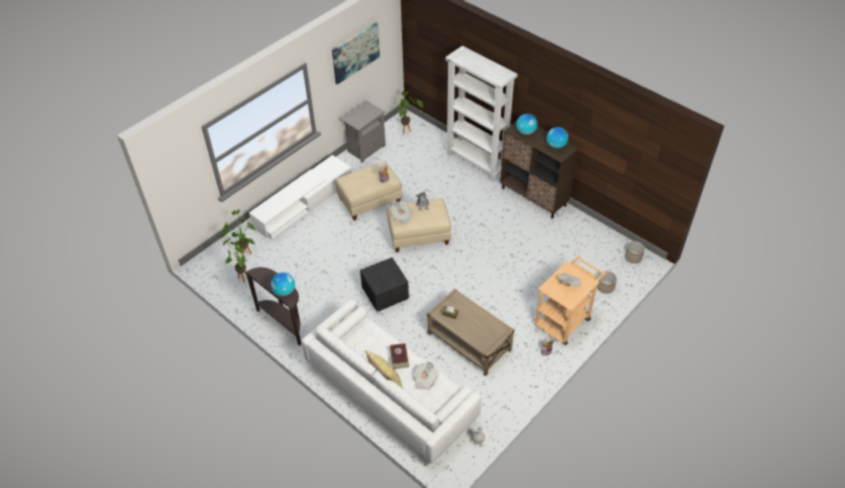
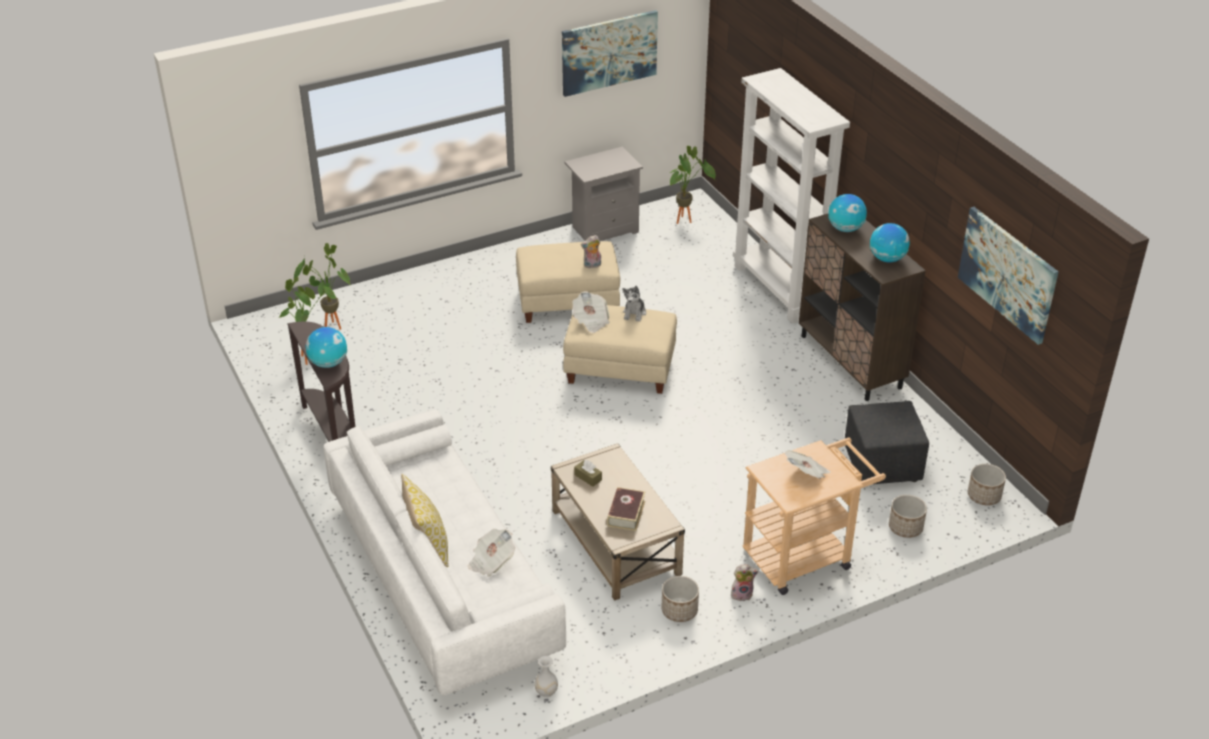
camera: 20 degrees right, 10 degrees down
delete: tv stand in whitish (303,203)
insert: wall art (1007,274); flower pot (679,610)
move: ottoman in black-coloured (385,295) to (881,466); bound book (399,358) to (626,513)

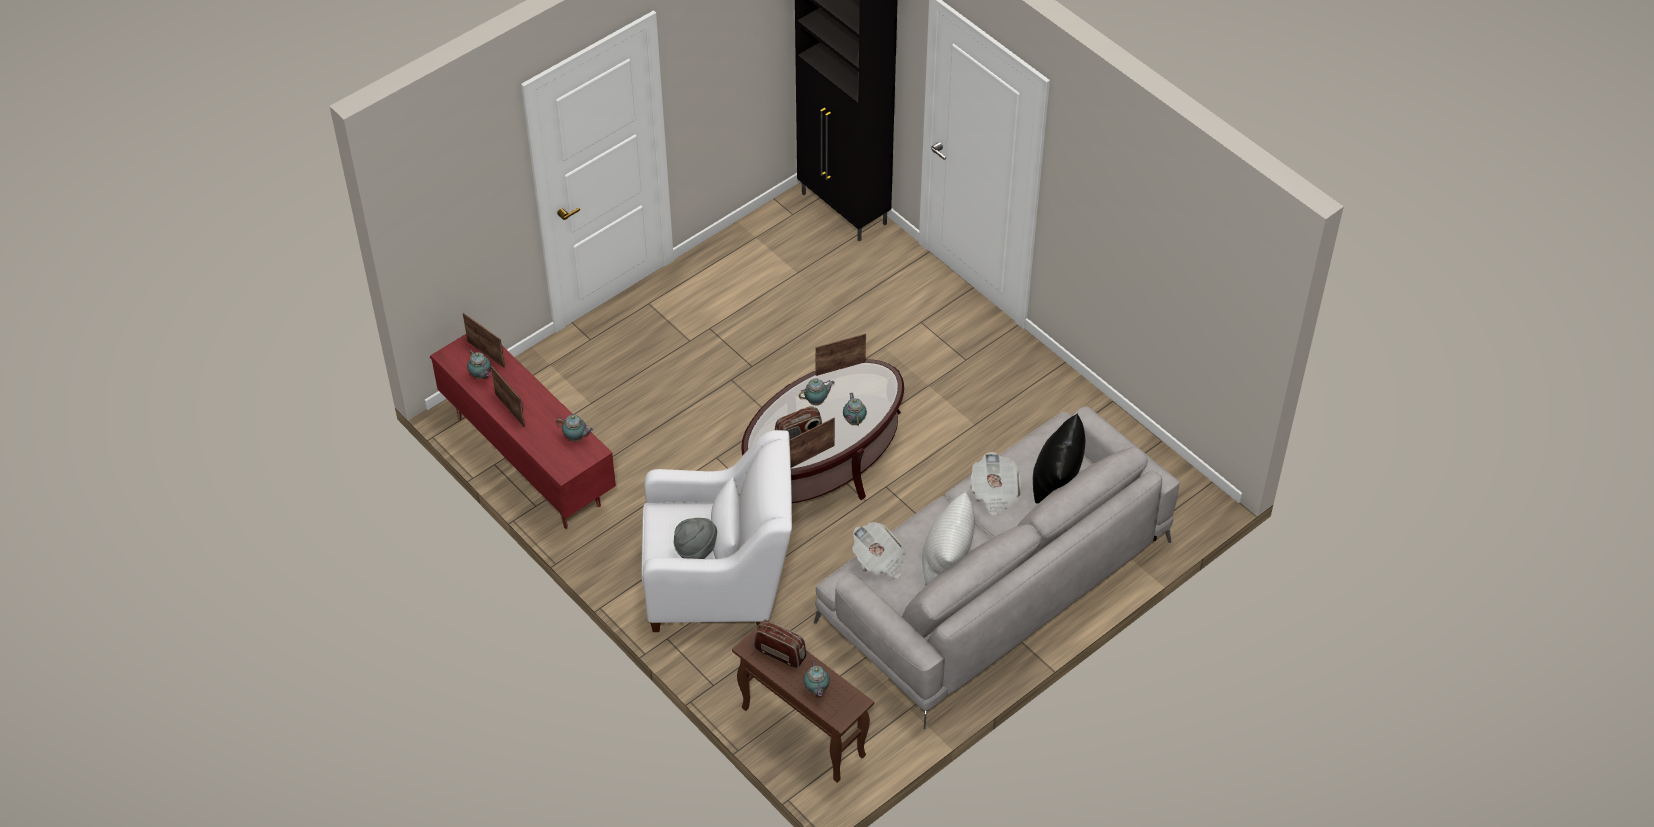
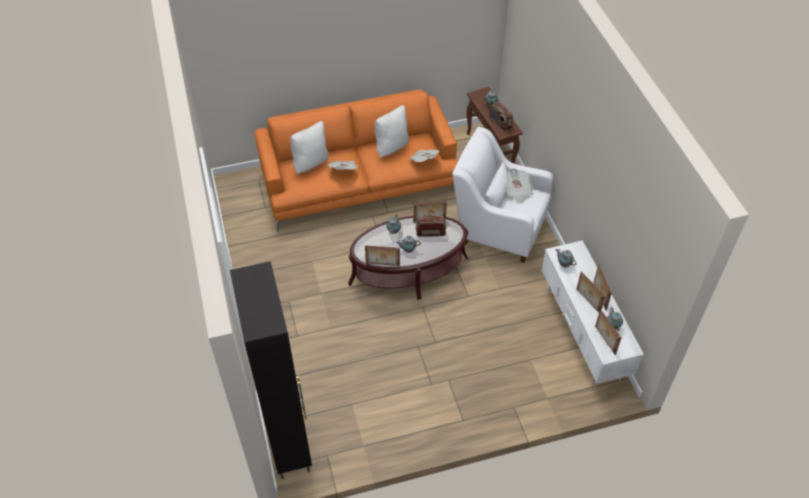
camera: 155 degrees left, 0 degrees up
insert: photo frame (587,301)
replace: clothing hat in greyish (696,549) to daily paper (517,192)
recolor: tv stand in red-coloured (529,462) to tv stand in whitish (582,334); sofa in greyish (995,583) to sofa in orange-coloured (359,180); cushion in black-coloured (1057,486) to cushion in whitish (310,163)

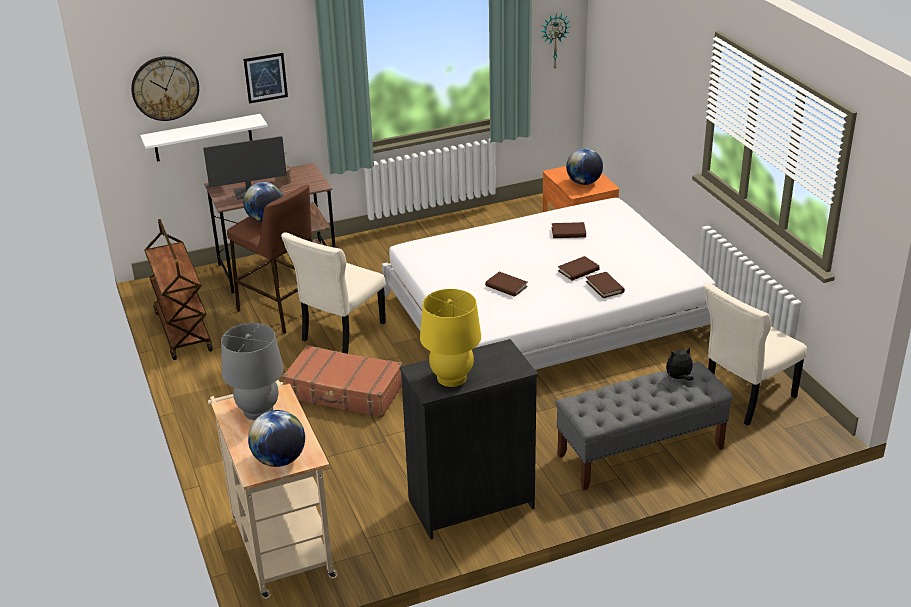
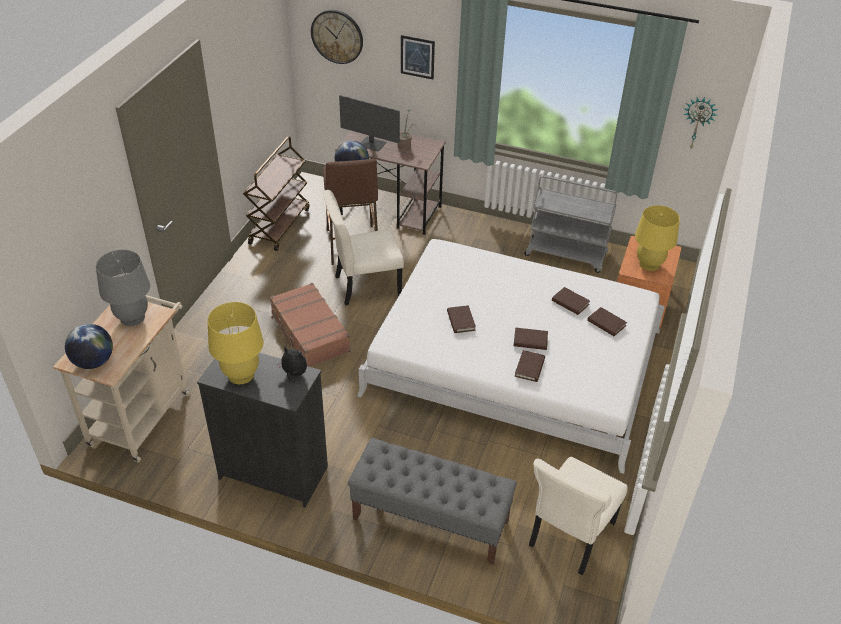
camera: 40 degrees right, 10 degrees up
delete: wall shelf in whitish (203,138)
insert: cart in greyish (566,255); bound book in brown-coloured (606,323)
move: plush toy (679,378) to (294,374)
replace: world globe (584,182) to tabletop lamp in yellow (649,264)
rotate: plain chair in beige-coloured (745,398) = (569,536) 60 degrees counterclockwise

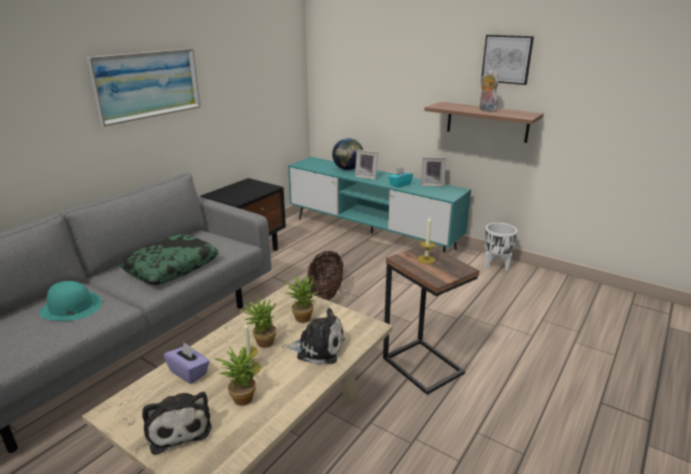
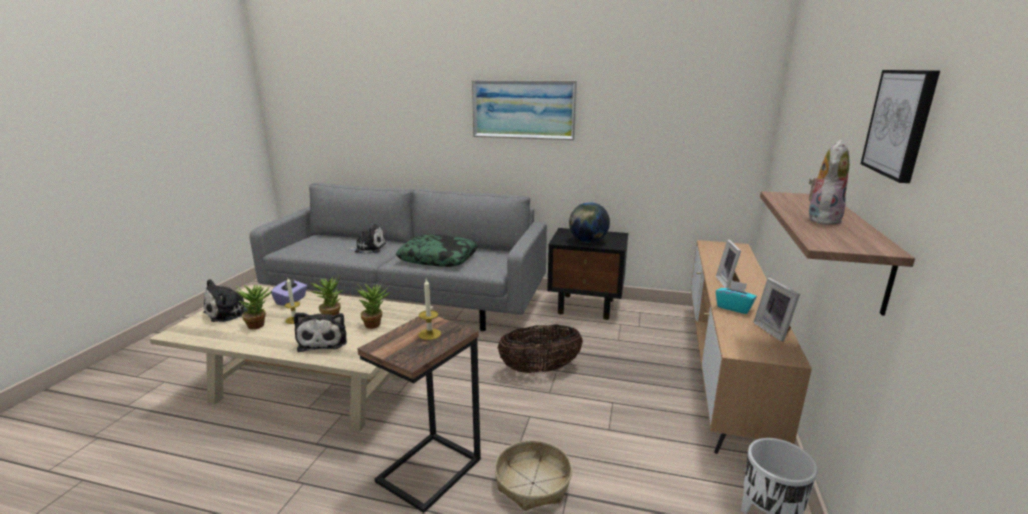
camera: 70 degrees right, 5 degrees down
insert: storage basket (533,483)
move: world globe (348,169) to (588,241)
replace: clothing hat in turquoise-coloured (71,307) to plush toy (368,248)
recolor: tv stand in turquoise-coloured (371,233) to tv stand in brown-coloured (724,369)

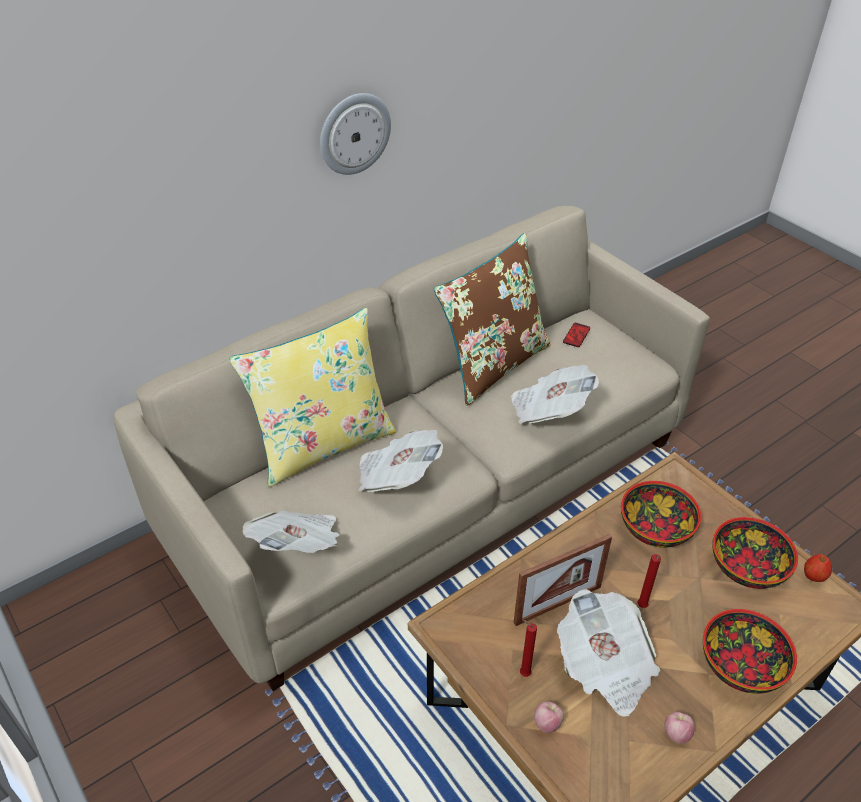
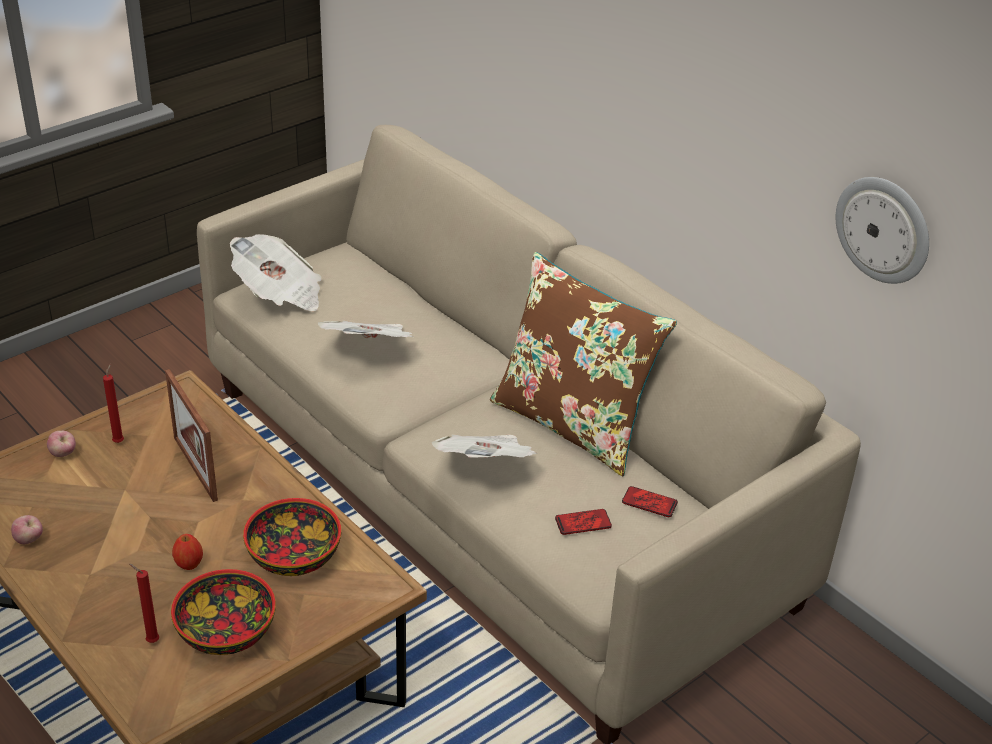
camera: 85 degrees right, 5 degrees down
delete: cushion in yellow (323,444); daily paper (605,666); deep dish (742,665)
insert: phone (583,523)
move: wall clock (354,133) to (884,229); wax candle in red-coloured (641,607) to (151,641); whole apple (813,576) to (189,563)

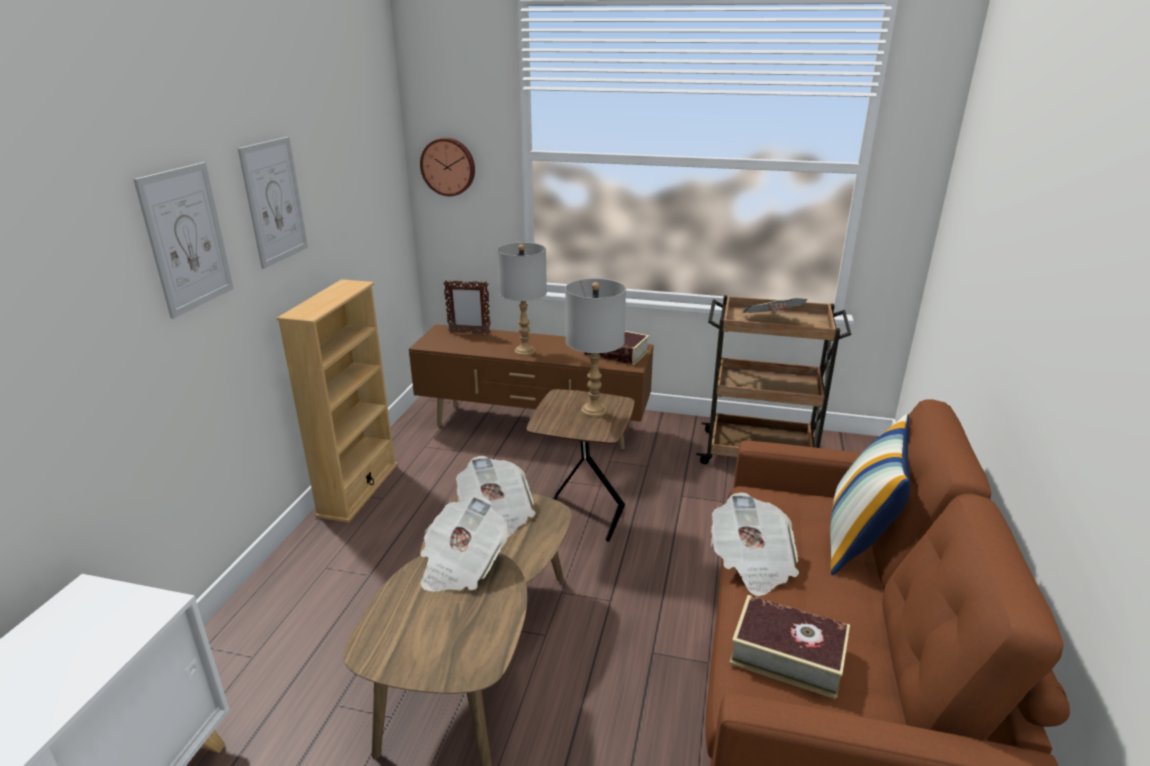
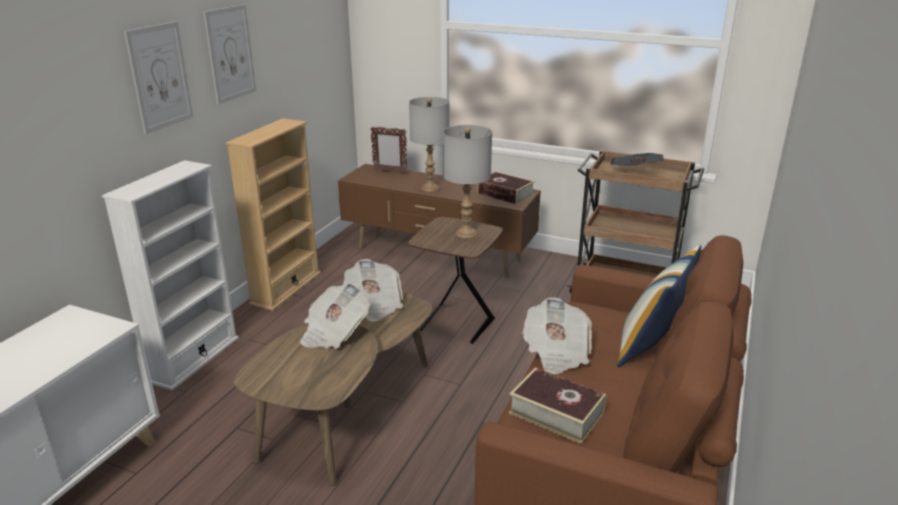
camera: 10 degrees right, 0 degrees up
delete: wall clock (448,166)
insert: bookcase in whitish (194,359)

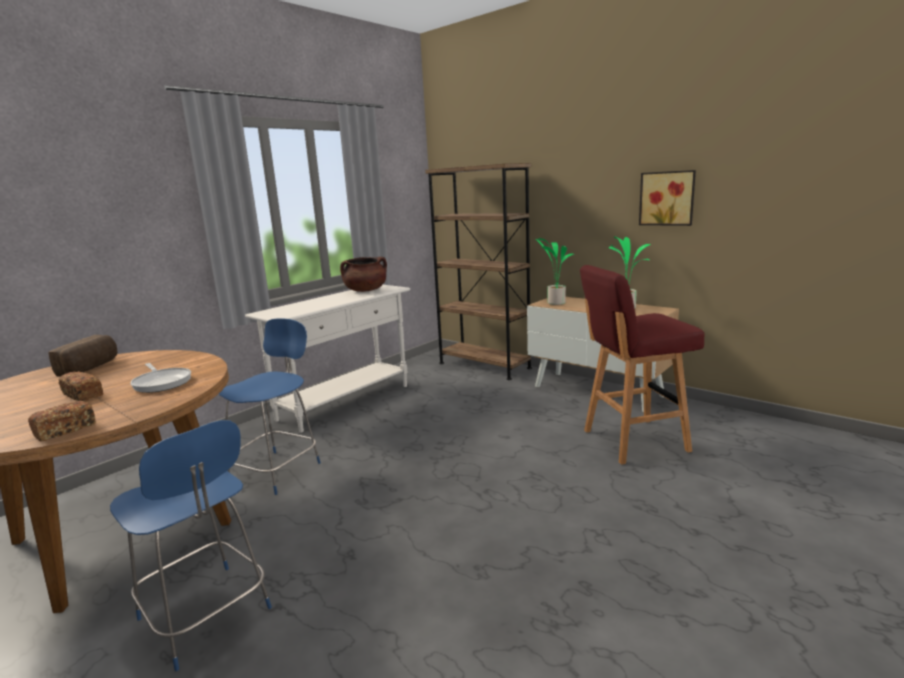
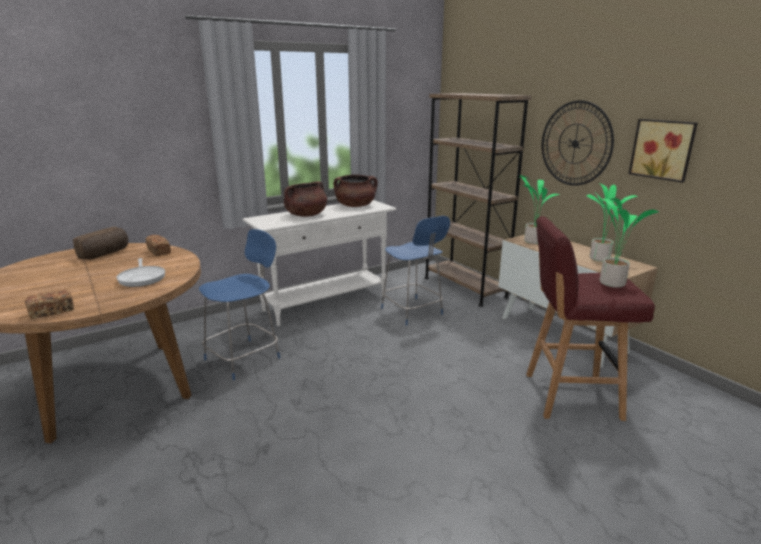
camera: 15 degrees right, 5 degrees up
insert: wall clock (575,143); cooking pot in brown-coloured (306,215); potted plant (610,283)
move: bread (83,395) to (159,251); plain chair in bluish (207,616) to (413,312)

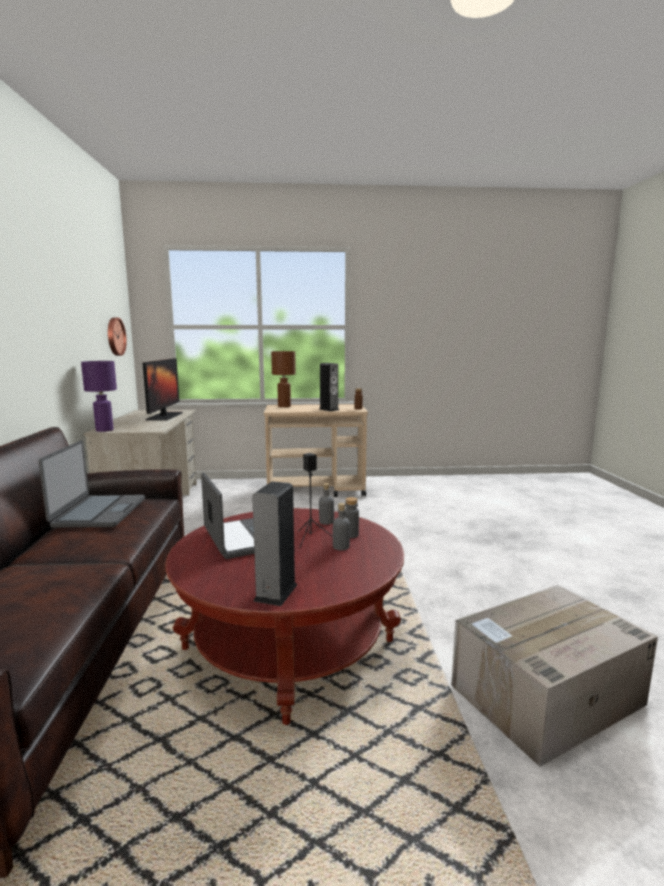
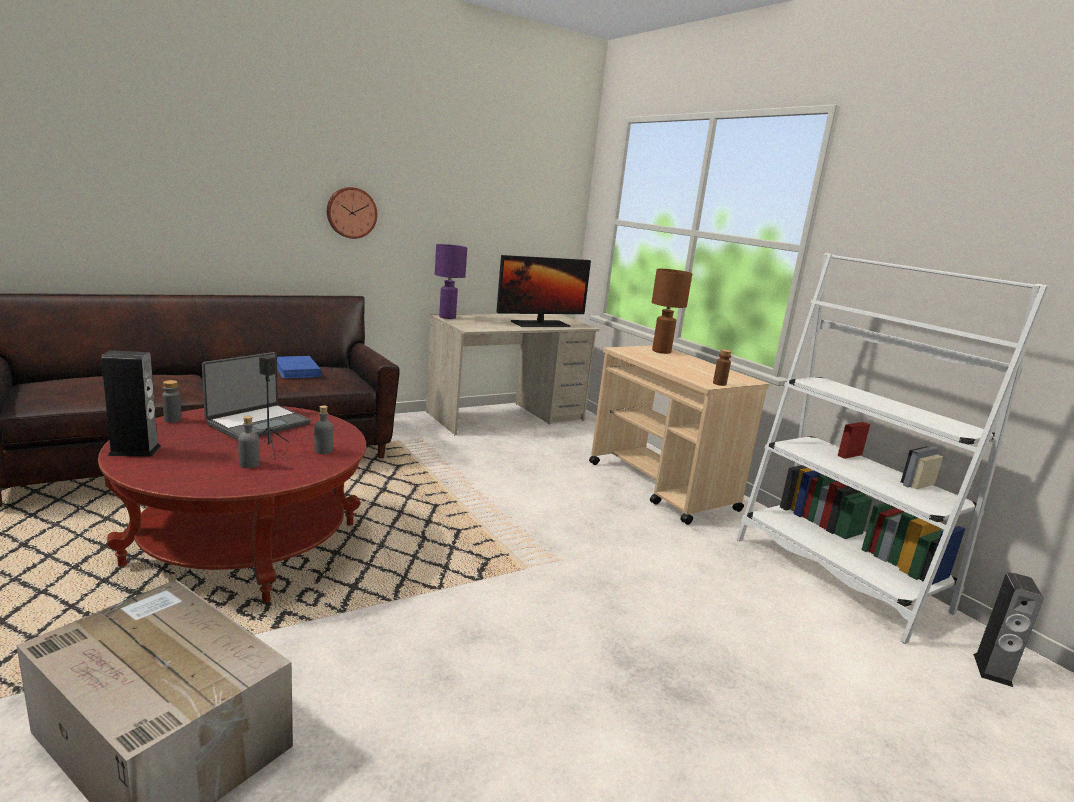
camera: 60 degrees right, 5 degrees up
insert: bookcase in whitish (838,574)
move: wall clock (115,336) to (351,212); loudspeaker (329,409) to (992,670); drink bottle in greyish (351,535) to (173,420)
replace: portable computer (99,512) to bound book in bluish (297,370)

